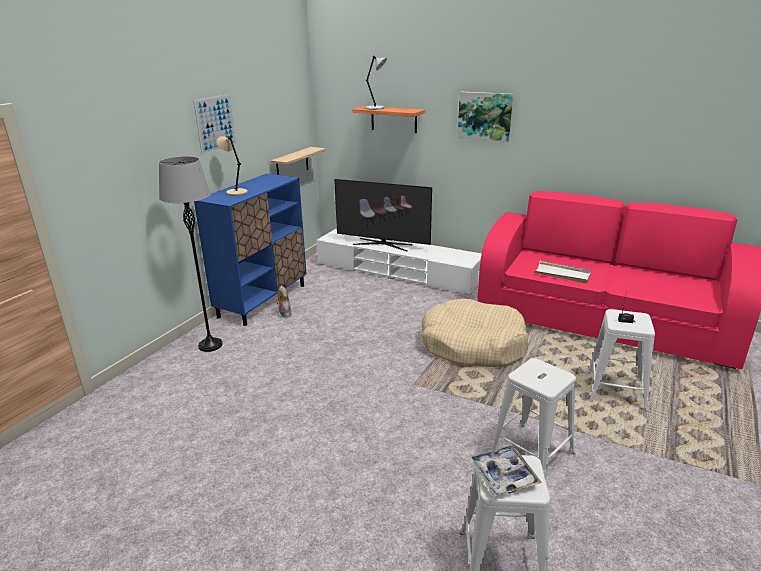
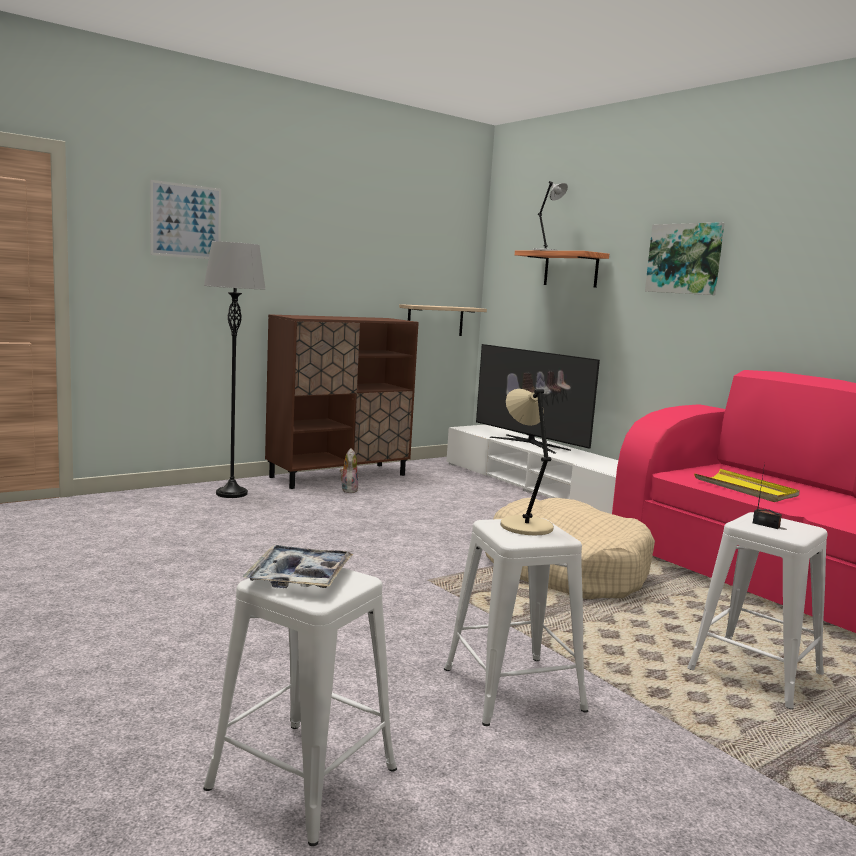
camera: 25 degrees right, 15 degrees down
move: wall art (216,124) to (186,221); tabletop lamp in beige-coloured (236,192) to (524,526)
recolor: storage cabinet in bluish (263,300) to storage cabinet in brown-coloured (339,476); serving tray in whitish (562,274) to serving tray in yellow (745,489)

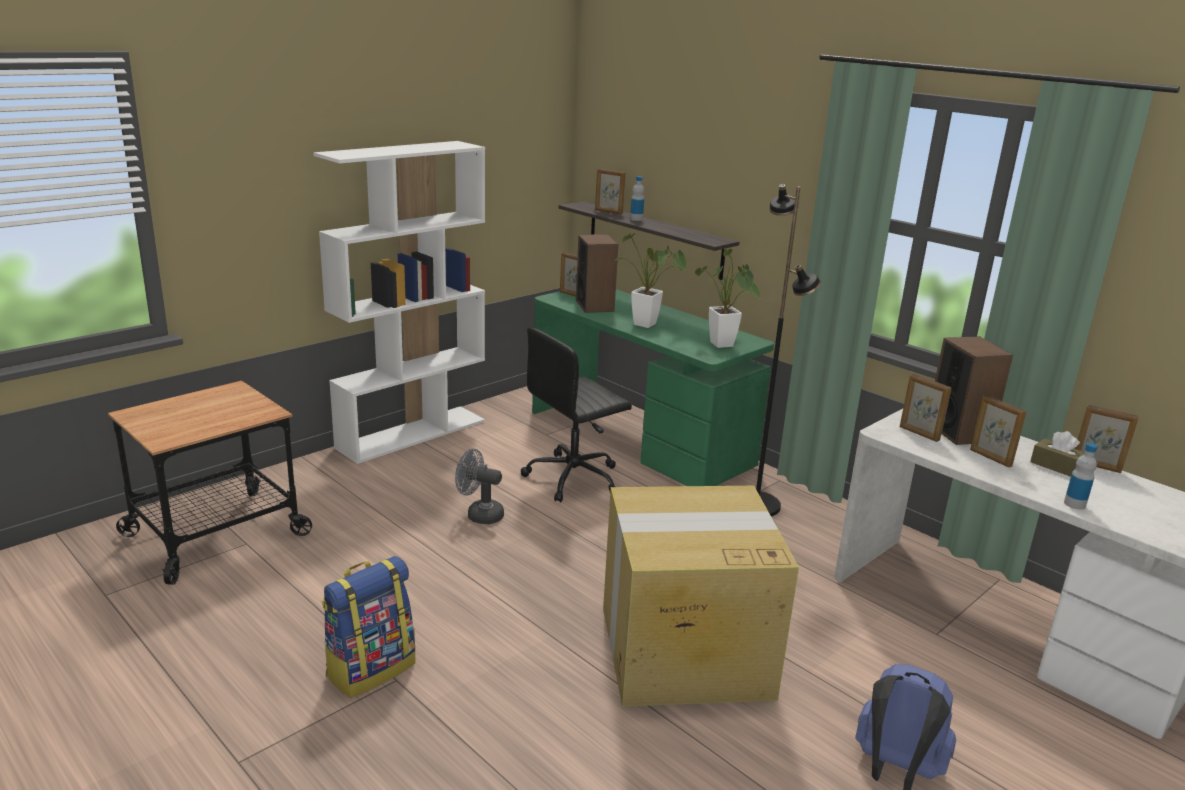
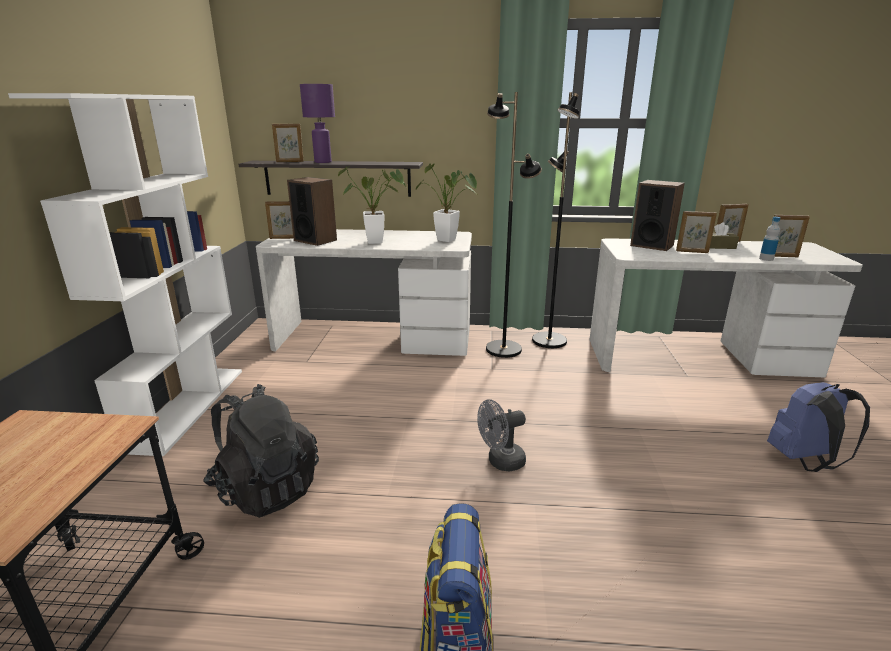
camera: 40 degrees left, 0 degrees up
delete: computer chair in black-coloured (575,478); cardboard box (682,652)
insert: standard lamp in black-coloured (548,341); knapsack in black-coloured (265,489)
move: photo frame (919,434) to (781,256); fan in greyish (479,514) to (501,462)
replace: drink bottle (636,219) to tabletop lamp in purple (322,162)
recolor: desk unit in green-coloured (640,437) to desk unit in whitish (374,338)

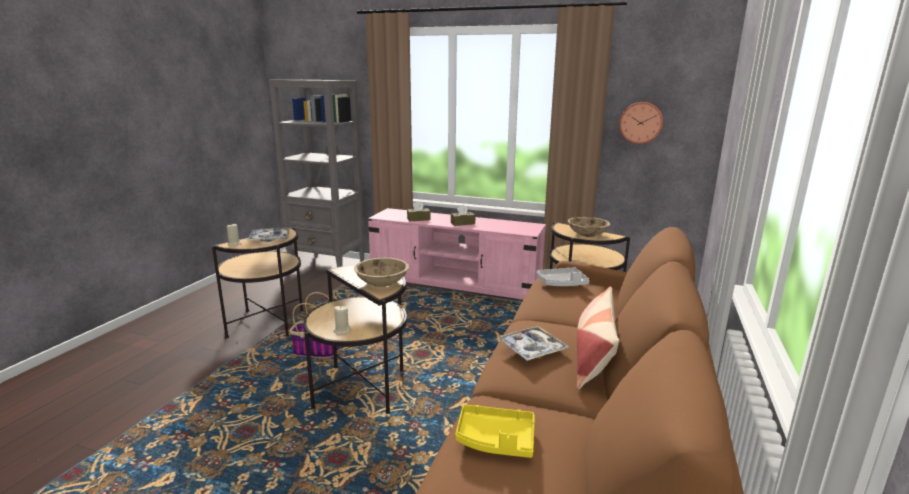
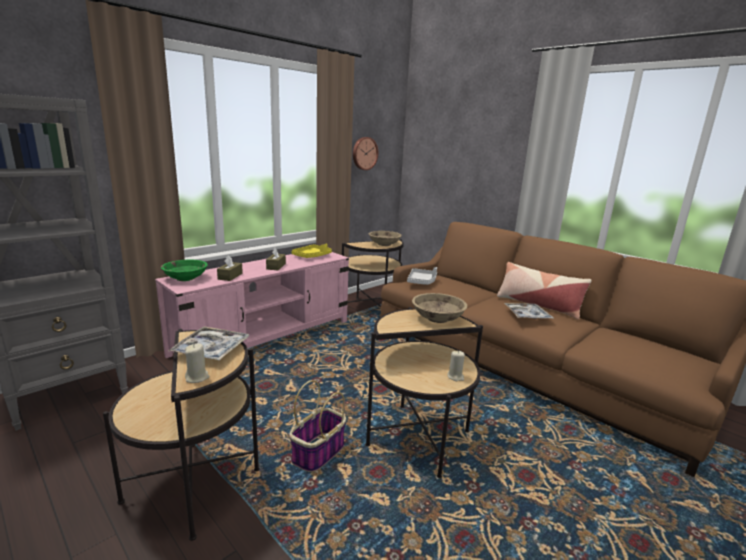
camera: 65 degrees left, 0 degrees up
insert: deep dish in green-coloured (185,278)
move: serving tray in yellow (495,440) to (312,256)

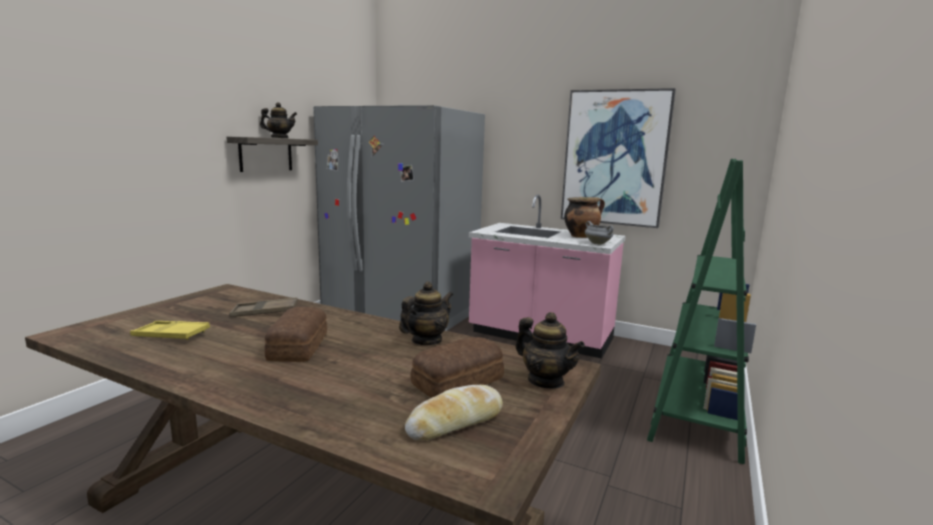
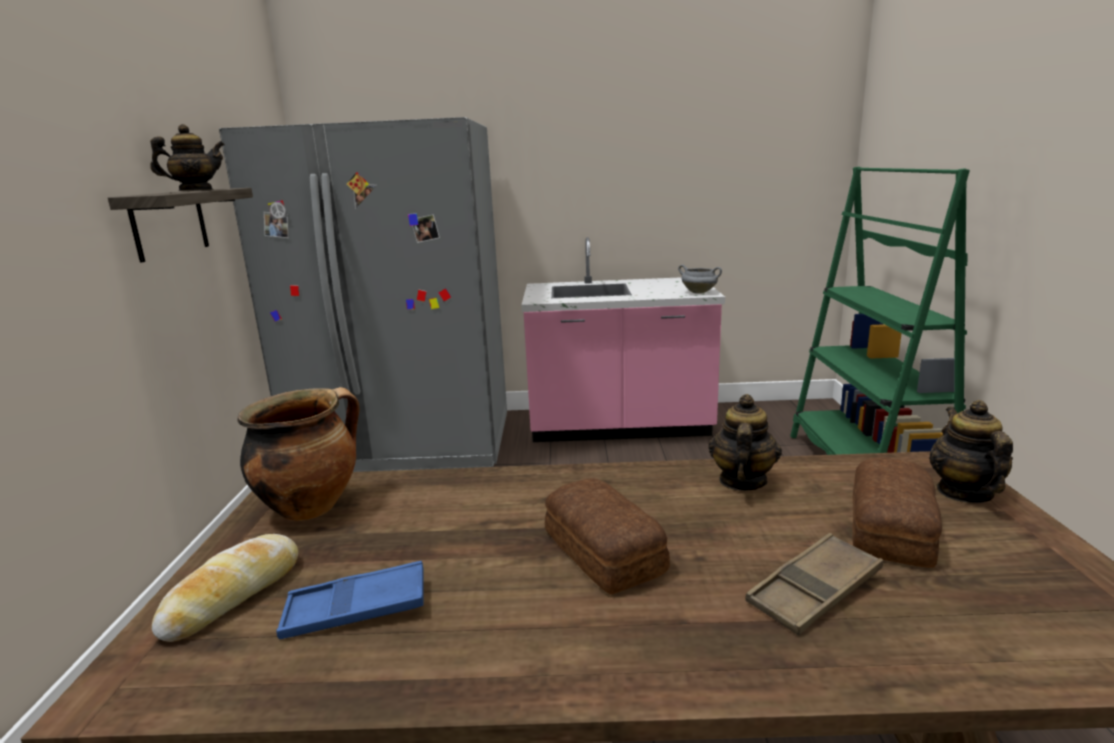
camera: 25 degrees left, 5 degrees up
delete: wall art (615,158)
move: cooking pot (581,236) to (312,506); serving tray in brown-coloured (265,312) to (814,591); bread (455,422) to (233,595)
recolor: serving tray in yellow (171,335) to serving tray in bluish (356,609)
rotate: tea pot (545,381) = (963,492) 105 degrees counterclockwise

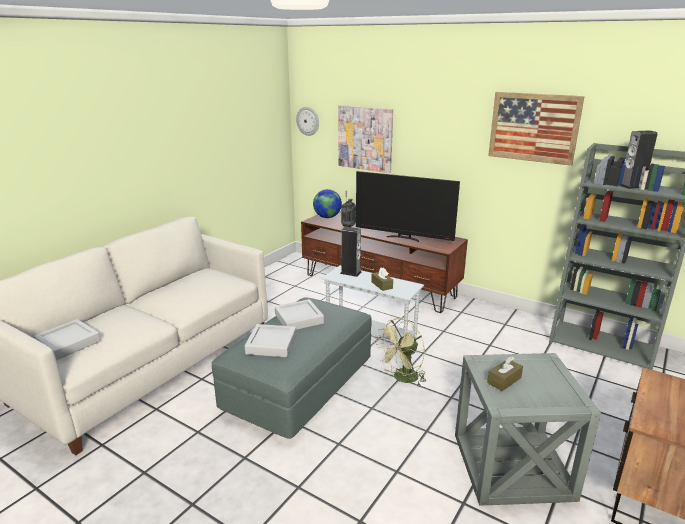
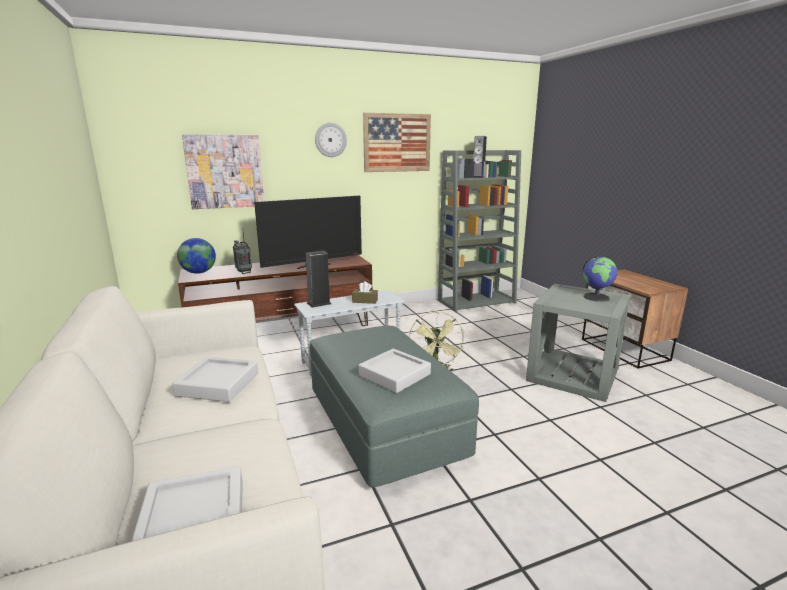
camera: 55 degrees left, 5 degrees down
delete: box of tissues in brown-coloured (504,380)
insert: world globe (596,297)
move: wall clock (308,121) to (330,140); serving tray in greyish (299,319) to (218,384)

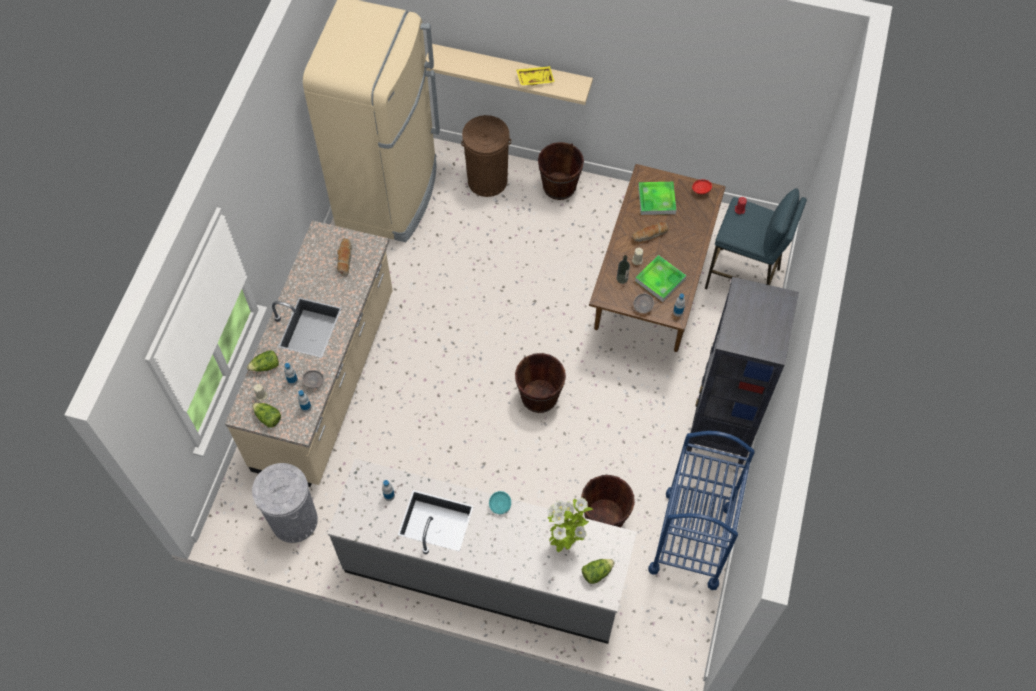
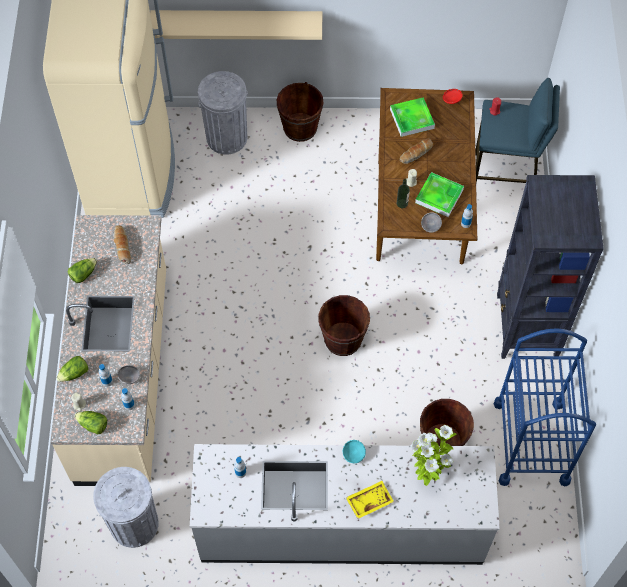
camera: 15 degrees left, 0 degrees up
move: serving tray in yellow (535,78) to (369,501); head of lettuce (596,572) to (83,274)
recolor: trash can in brown-coloured (487,180) to trash can in greyish (226,137)

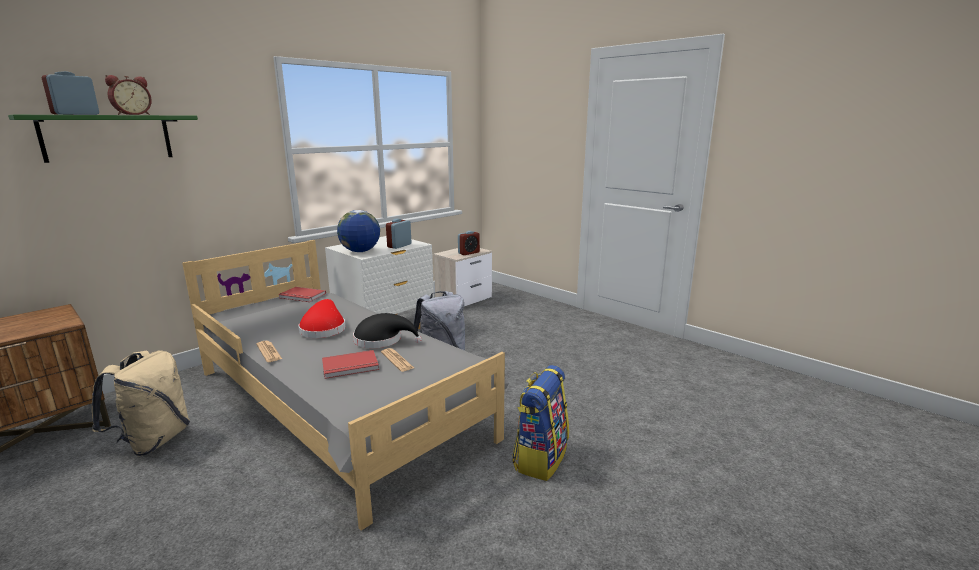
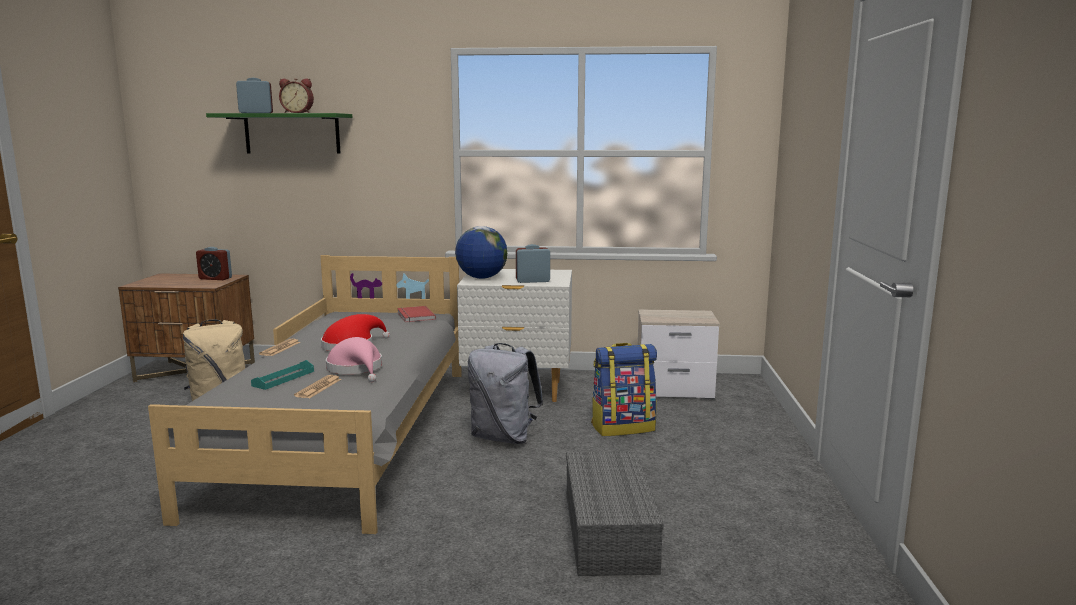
camera: 50 degrees right, 5 degrees down
insert: storage bin in greyish (611,532)
move: bedside clock (468,253) to (215,278); knapsack (540,458) to (623,427)
replace: bound book in red-coloured (350,367) to serving tray in turquoise-coloured (283,378)
recolor: clothing hat in black-coloured (382,340) to clothing hat in pink-coloured (356,369)

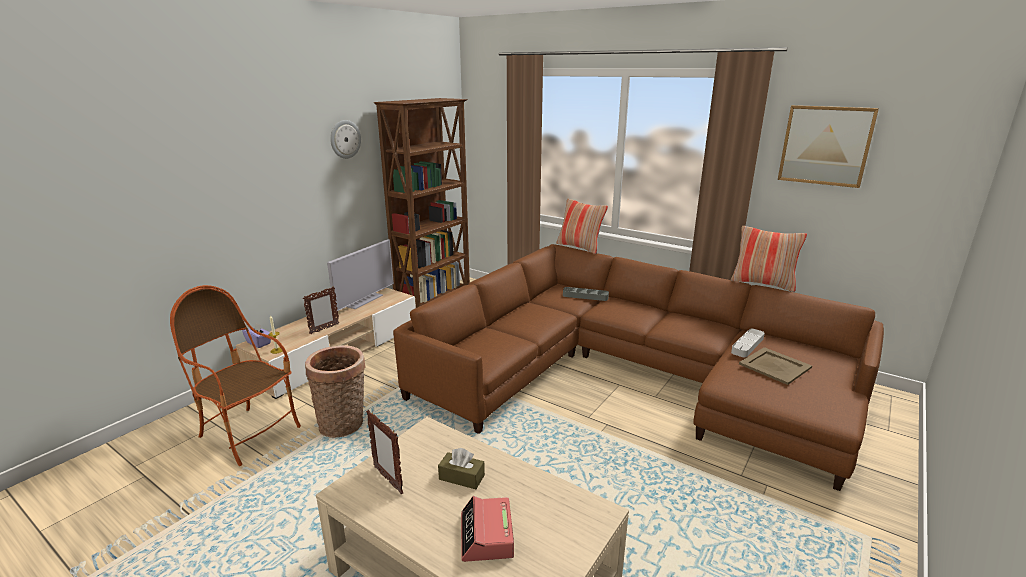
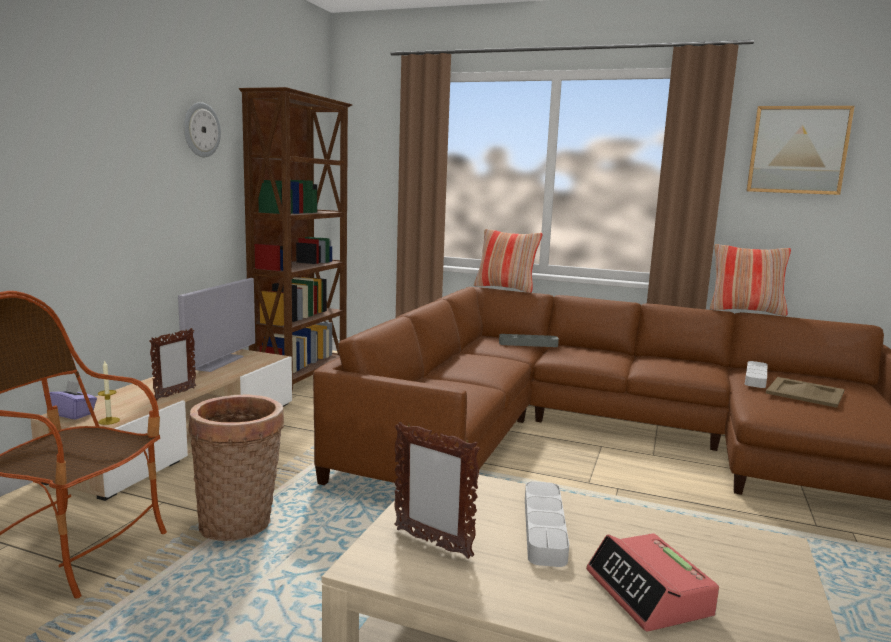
camera: 15 degrees left, 10 degrees down
replace: box of tissues in brown-coloured (461,477) to serving tray in greyish (544,528)

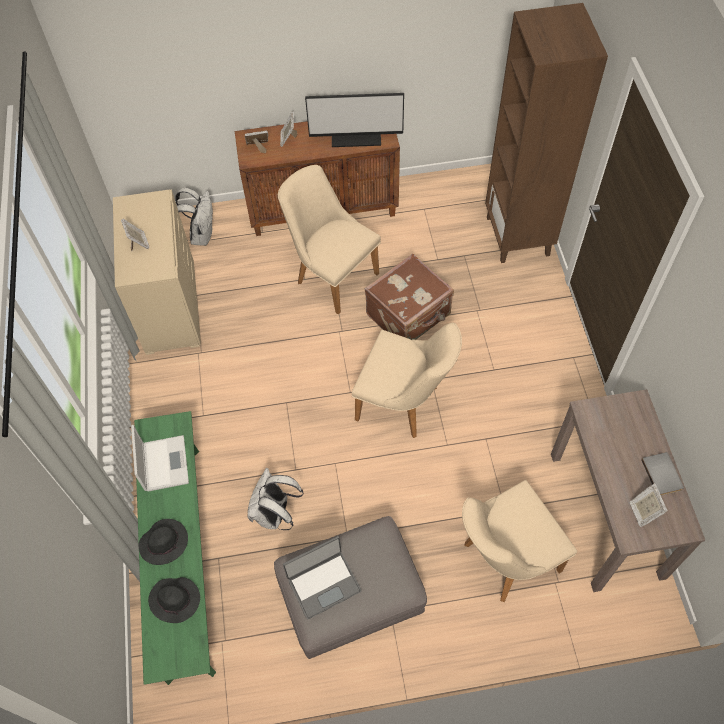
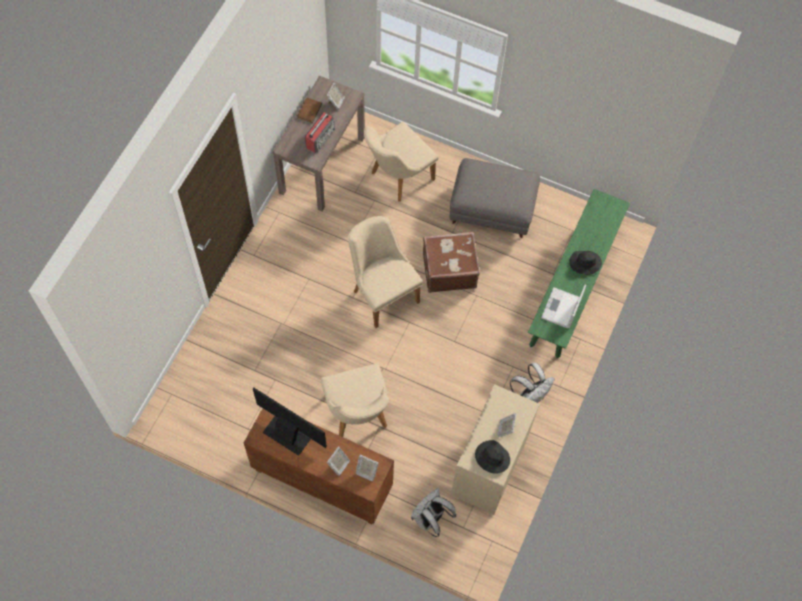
camera: 150 degrees left, 5 degrees up
delete: bookcase in brown-coloured (518,236); portable computer (323,583)
insert: radio (320,138)
move: suitcase in brown-coloured (409,315) to (448,270); knapsack in whitish (275,514) to (529,397); clothing hat in black-coloured (176,600) to (491,457)
recolor: bound book in greyish (663,474) to bound book in brown-coloured (308,111)
rotate: plain chair in beige-coloured (503,560) = (397,178) 135 degrees clockwise

